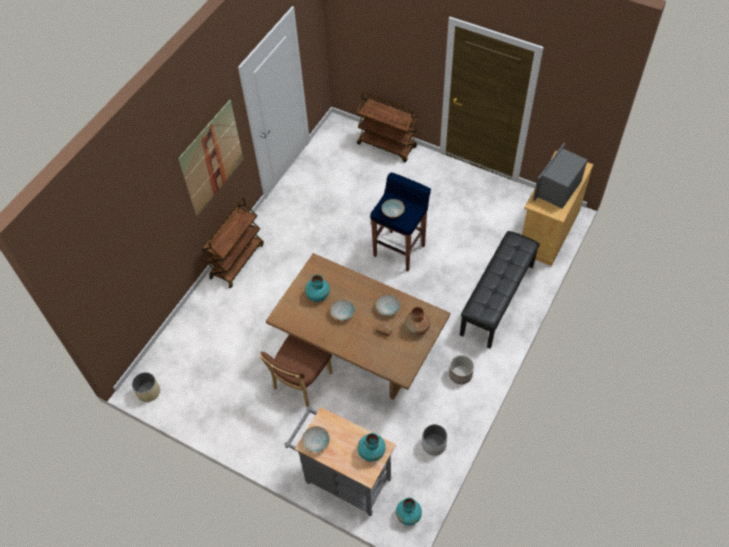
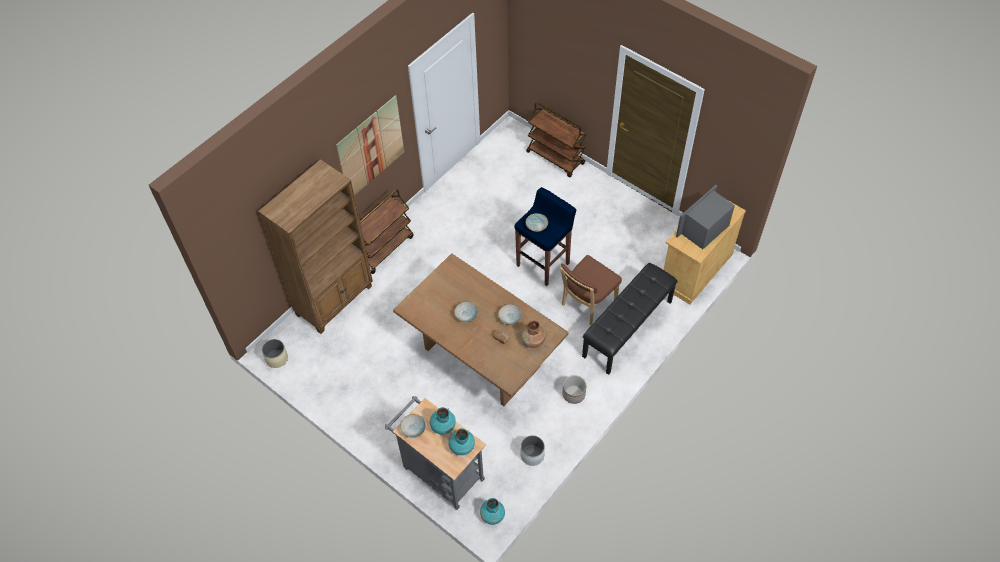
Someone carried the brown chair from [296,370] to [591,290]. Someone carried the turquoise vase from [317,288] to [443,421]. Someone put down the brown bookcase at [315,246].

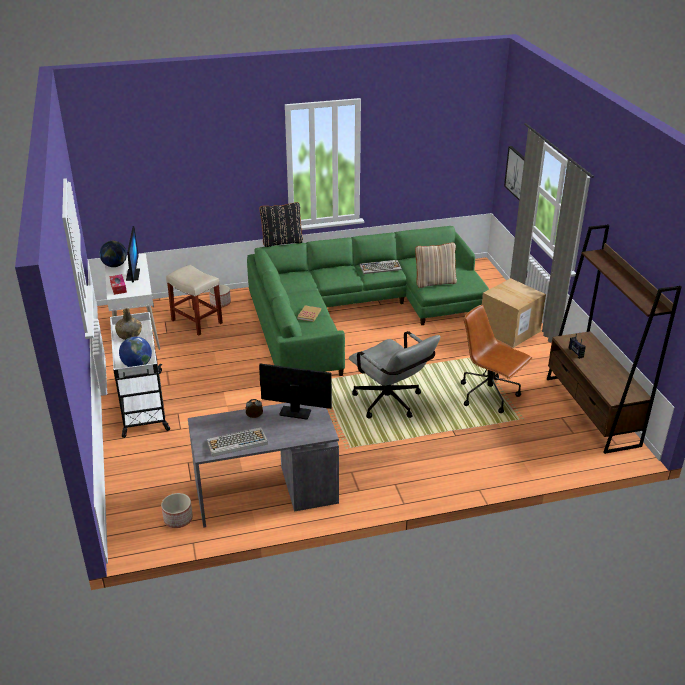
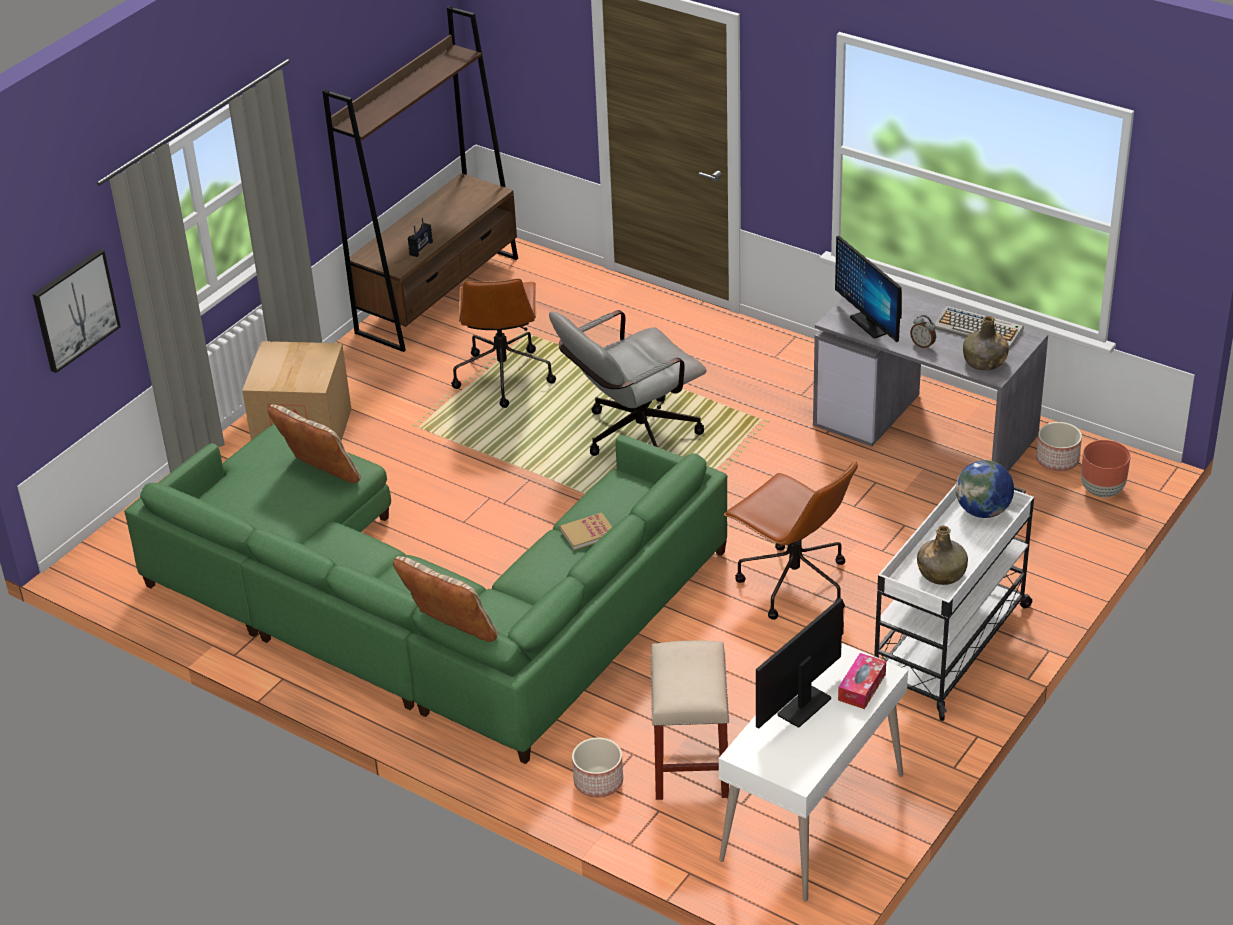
Someone took away the globe at [113,254]. Someone repainted the black pillow at [281,224], which became the beige pillow at [445,599]. Someone rotated the grey office chair at [394,375] by 135 degrees counterclockwise. Someone took away the keyboard at [380,267]. Someone put down the brown office chair at [791,540]. Someone put down the green bottle at [986,343]. Someone put down the brown planter at [1106,468].

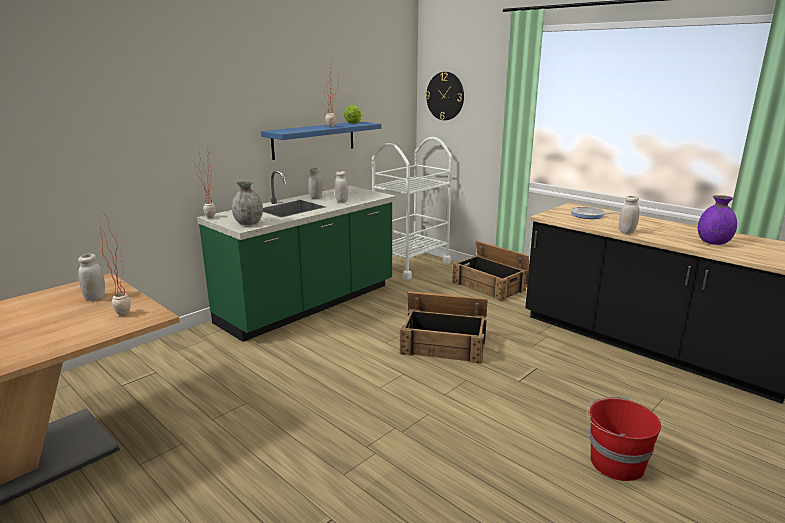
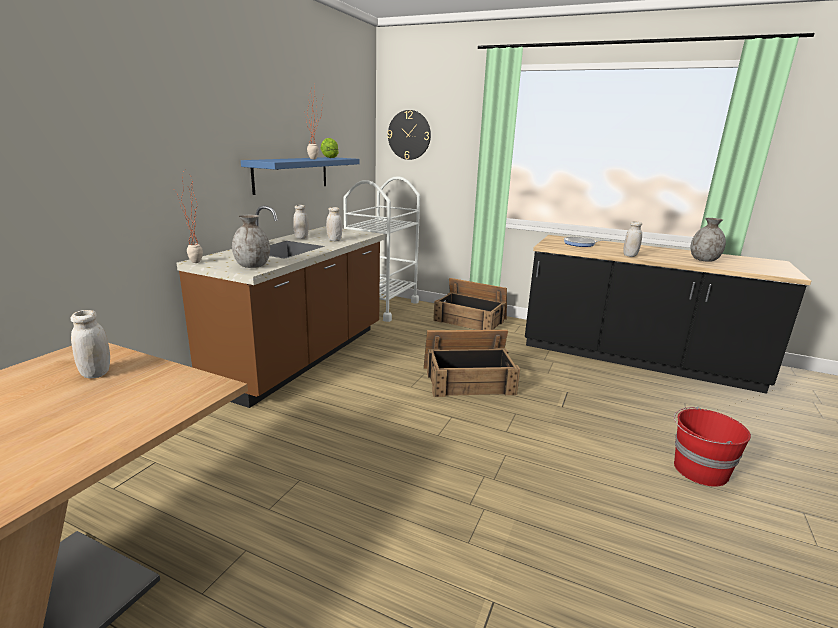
Someone took away the potted plant at [114,265]. Someone repainted the green counter at [296,256], which became the brown counter at [281,307]. Someone repainted the purple vase at [717,220], which became the grey vase at [708,240].

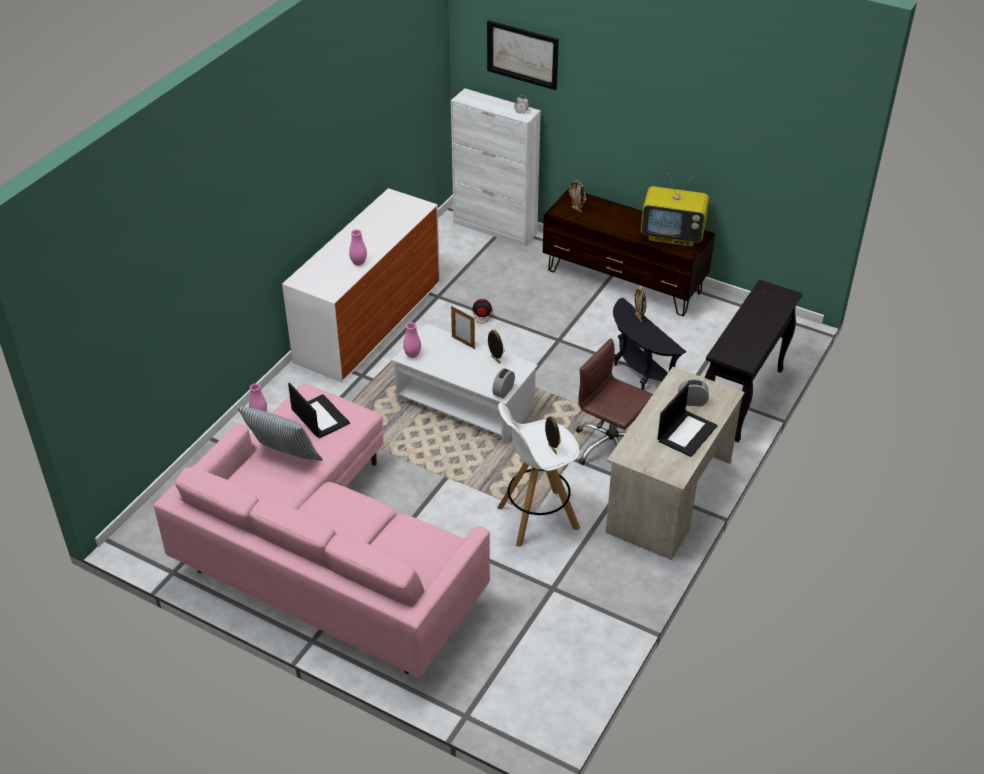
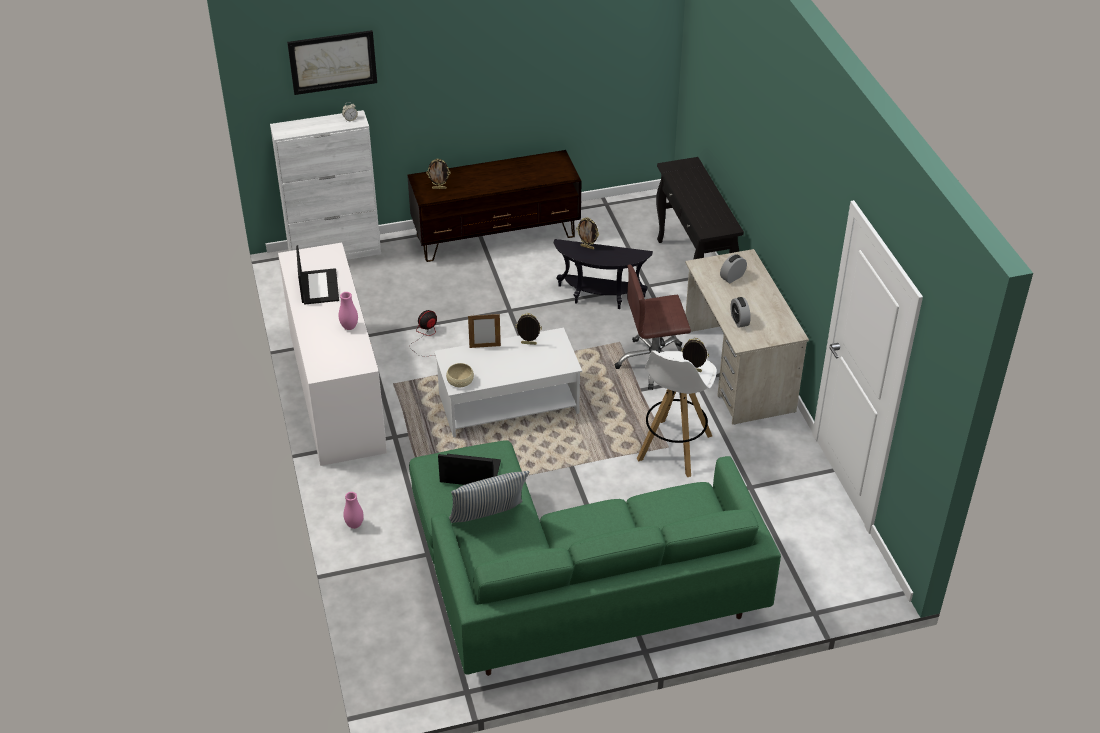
Someone repainted the pink sofa at [322,530], which became the green sofa at [595,558]. Someone swapped the pink vase at [412,340] for the beige bowl at [460,375]. Someone carried the alarm clock from [503,383] to [740,312]. Someone took away the television at [675,209]. Someone carried the laptop from [687,420] to [317,275].

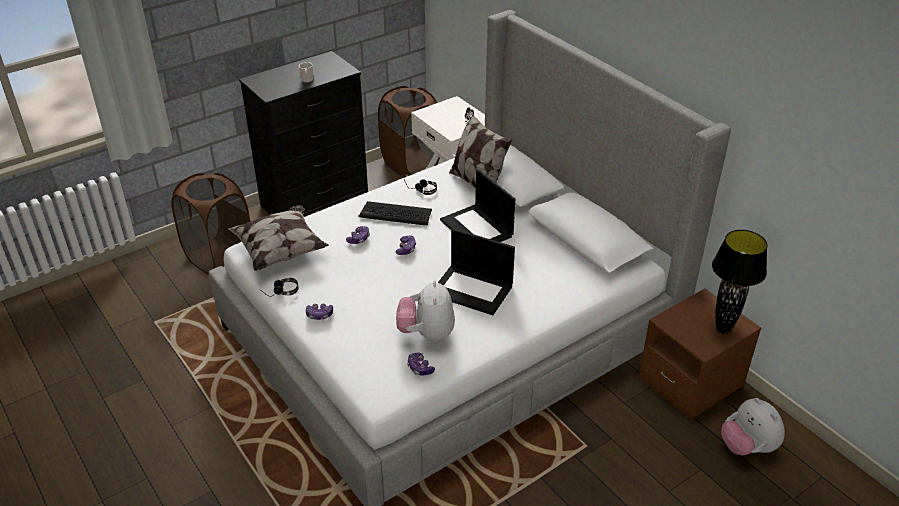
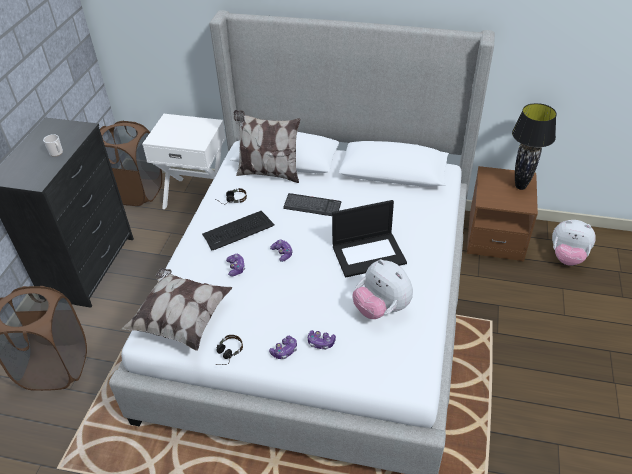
Someone carried the game controller from [421,364] to [322,340]. Someone swapped the laptop at [477,205] for the keyboard at [312,204].

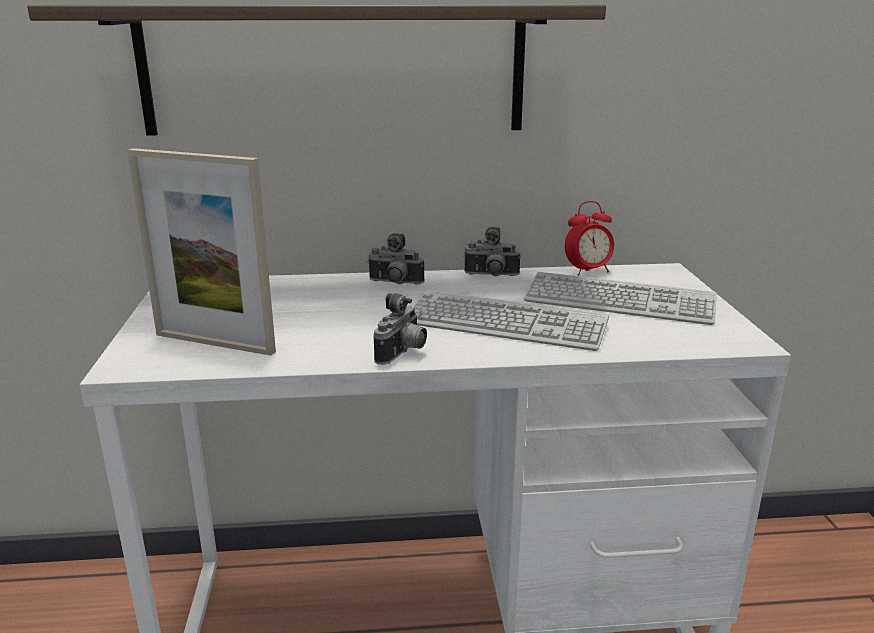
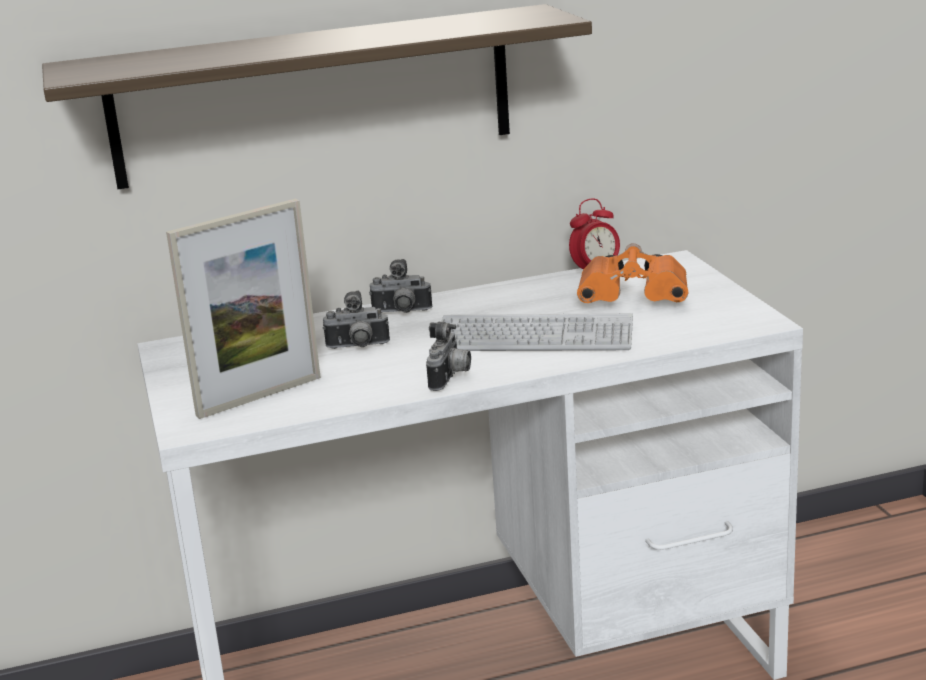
Someone rotated the picture frame at [201,252] by 45 degrees counterclockwise. Someone carried the photo camera from [492,251] to [356,320]. Someone swapped the keyboard at [620,298] for the orange binoculars at [633,273].

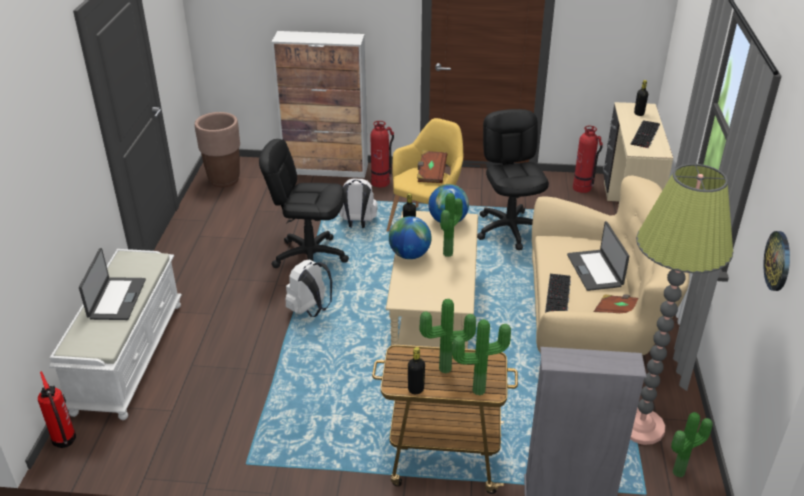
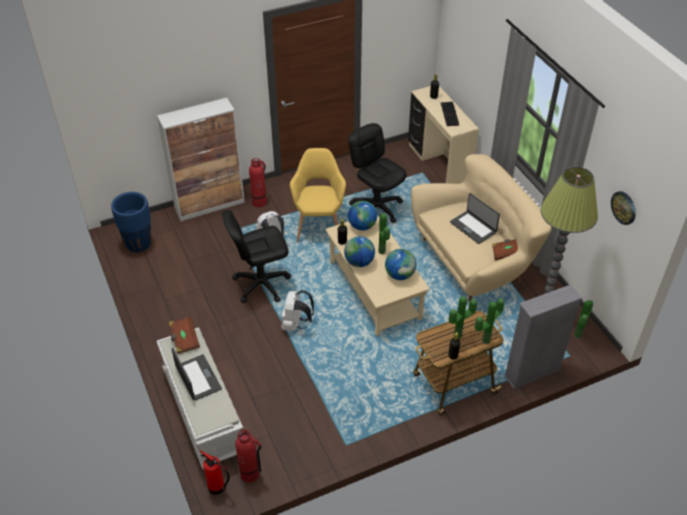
Someone repainted the brown planter at [217,149], which became the blue planter at [131,222]. Someone carried the brown book from [432,166] to [184,335]. Someone took away the keyboard at [558,293]. Someone carried the fire extinguisher from [588,159] to [248,456]. Someone put down the globe at [400,264].

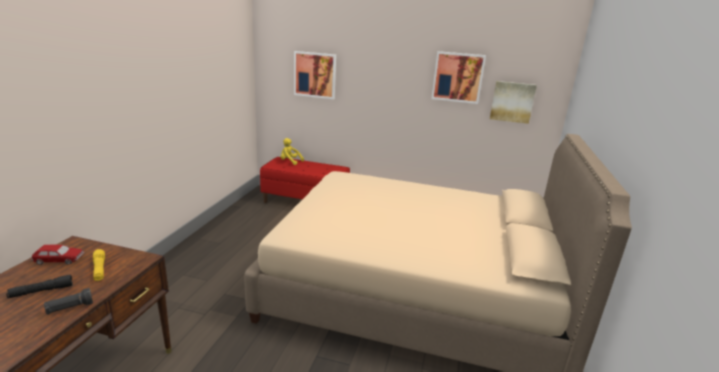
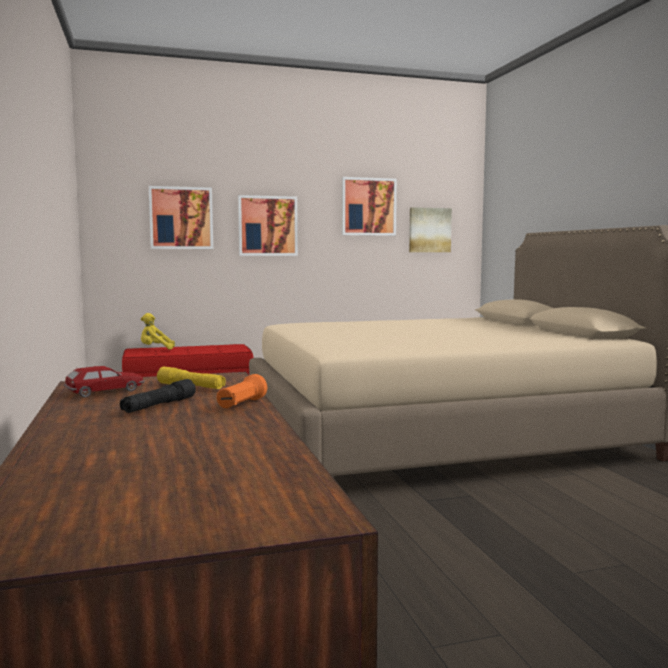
Someone repainted the black flashlight at [68,301], which became the orange flashlight at [241,391]. Someone put up the picture at [268,225].

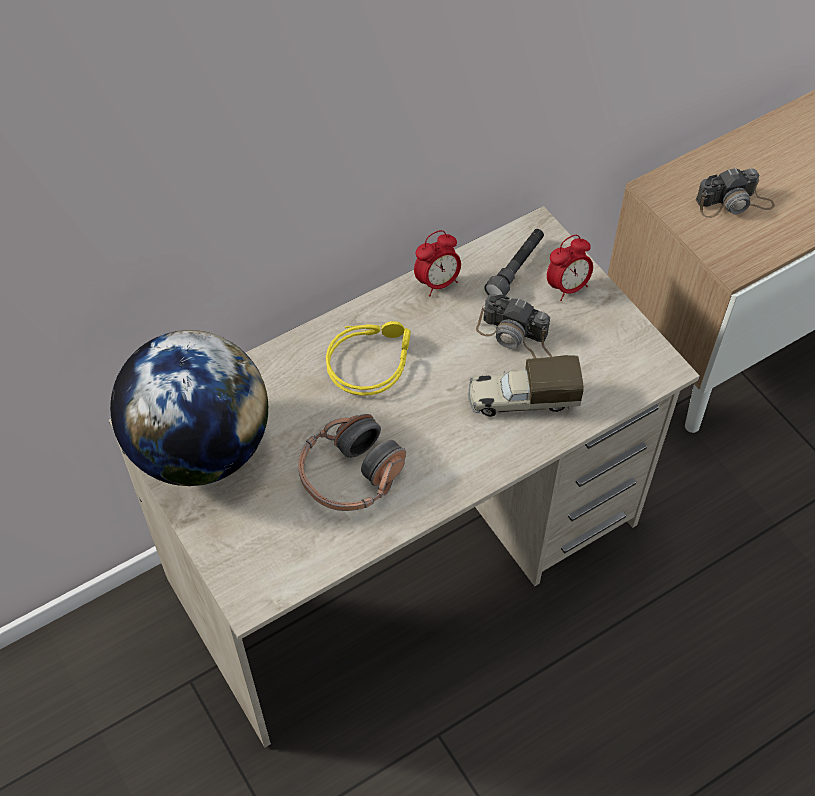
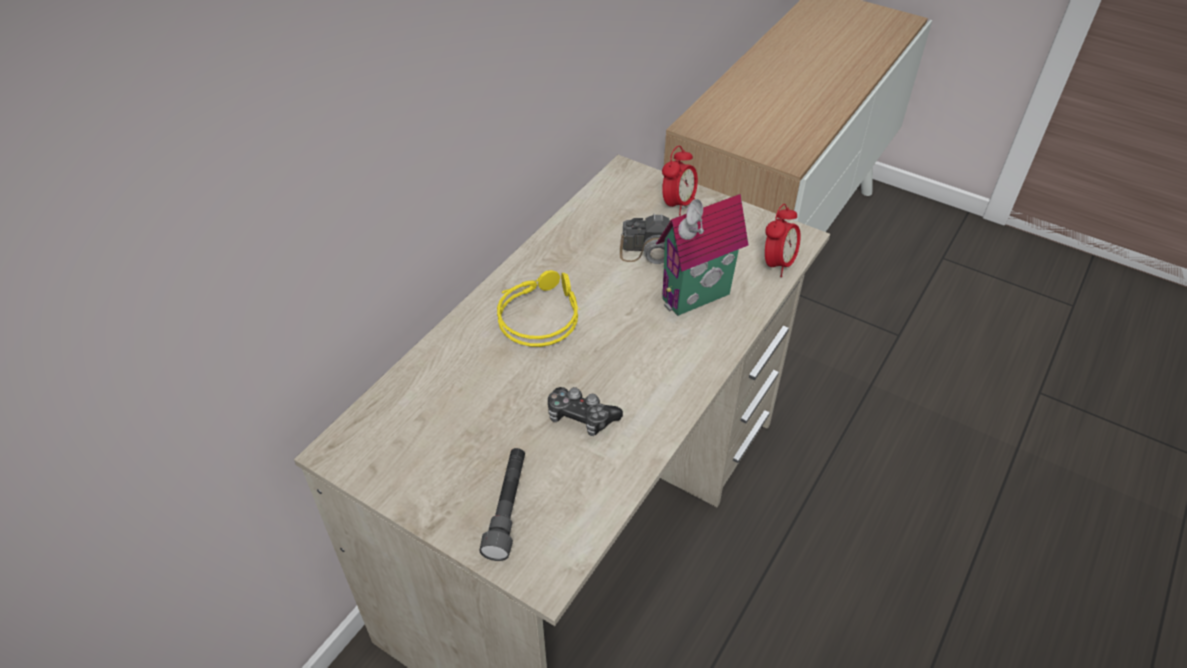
Someone took away the globe at [189,408]. Someone swapped the headphones at [352,462] for the game controller at [585,411]. Someone carried the alarm clock from [437,263] to [783,240]. Someone swapped the toy truck at [526,386] for the toy house at [702,255]. Someone carried the grey flashlight from [514,262] to [502,504]. Someone took away the photo camera at [735,193].

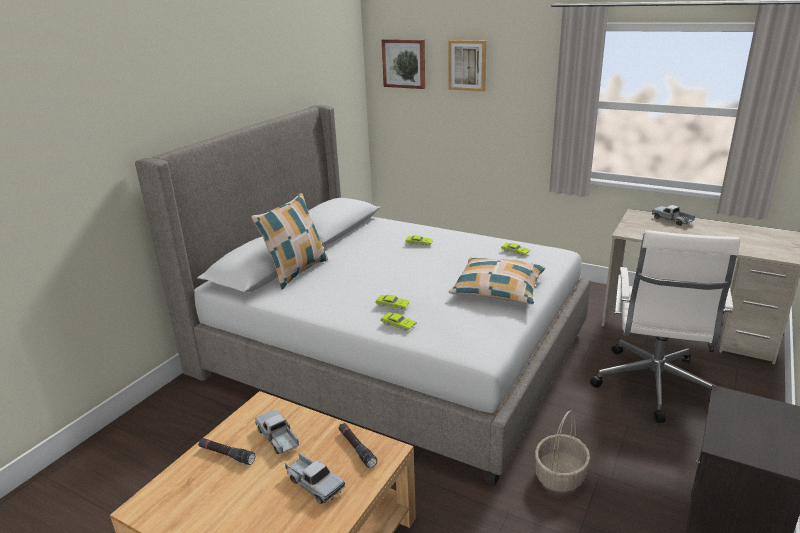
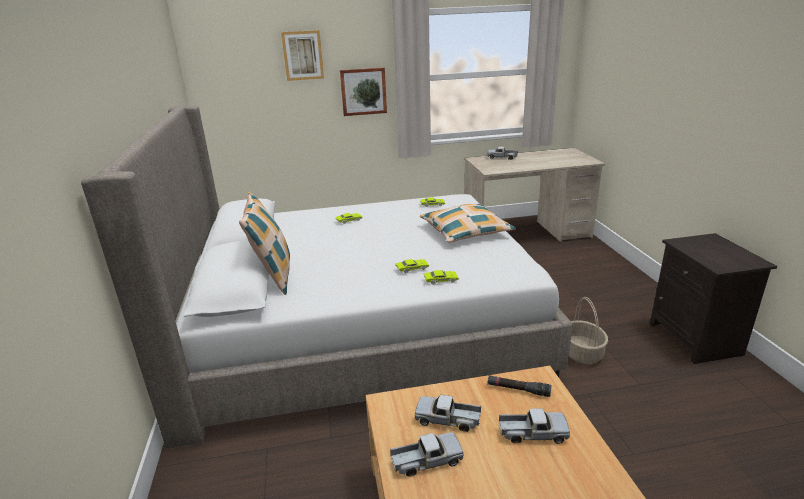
Someone swapped the black flashlight at [226,451] for the toy truck at [427,454]. Someone carried the picture from [403,64] to [363,91]. Someone took away the white office chair at [665,326].

